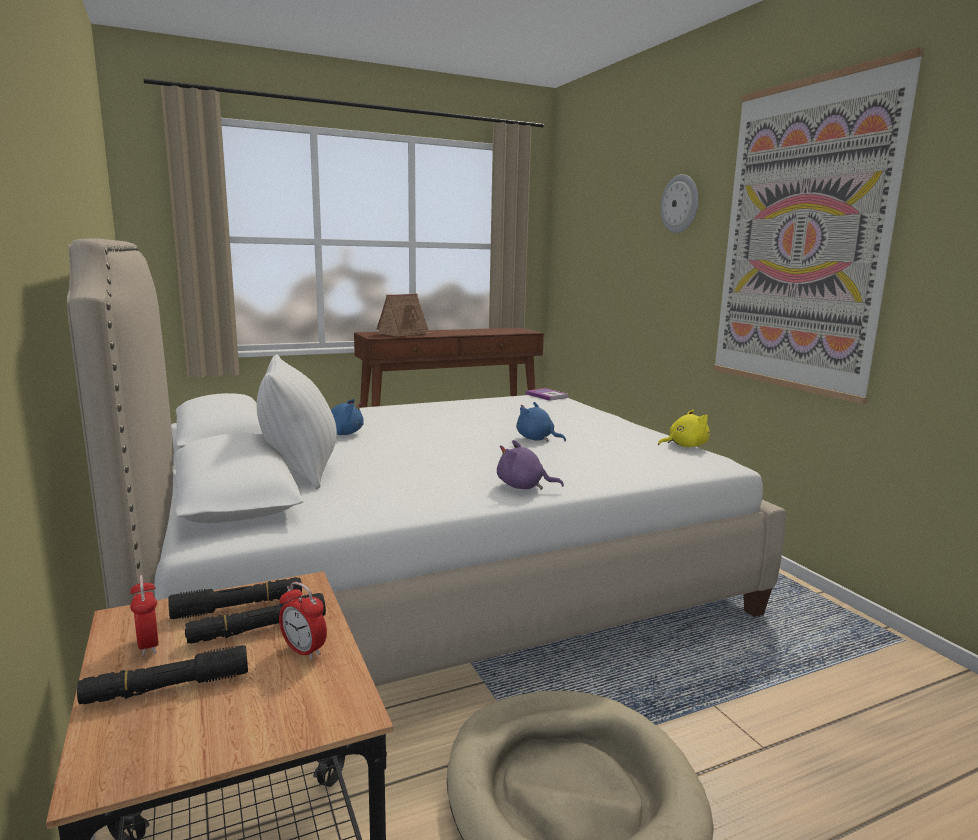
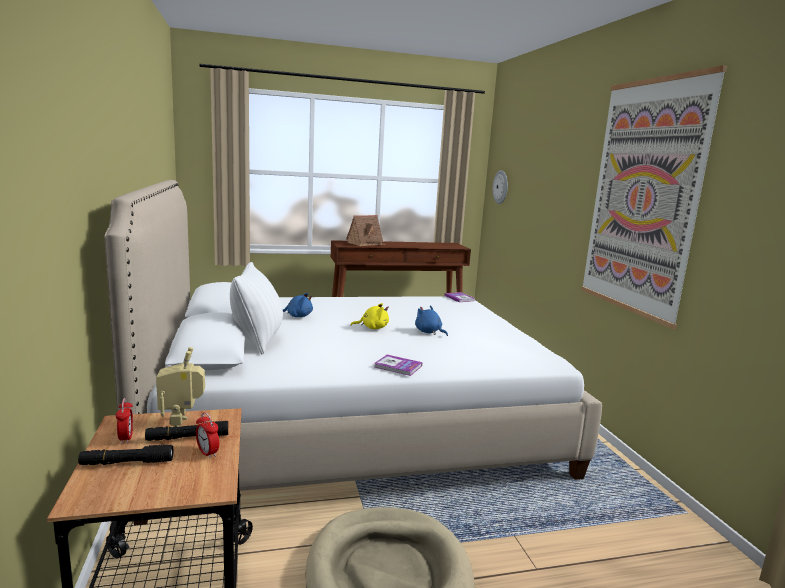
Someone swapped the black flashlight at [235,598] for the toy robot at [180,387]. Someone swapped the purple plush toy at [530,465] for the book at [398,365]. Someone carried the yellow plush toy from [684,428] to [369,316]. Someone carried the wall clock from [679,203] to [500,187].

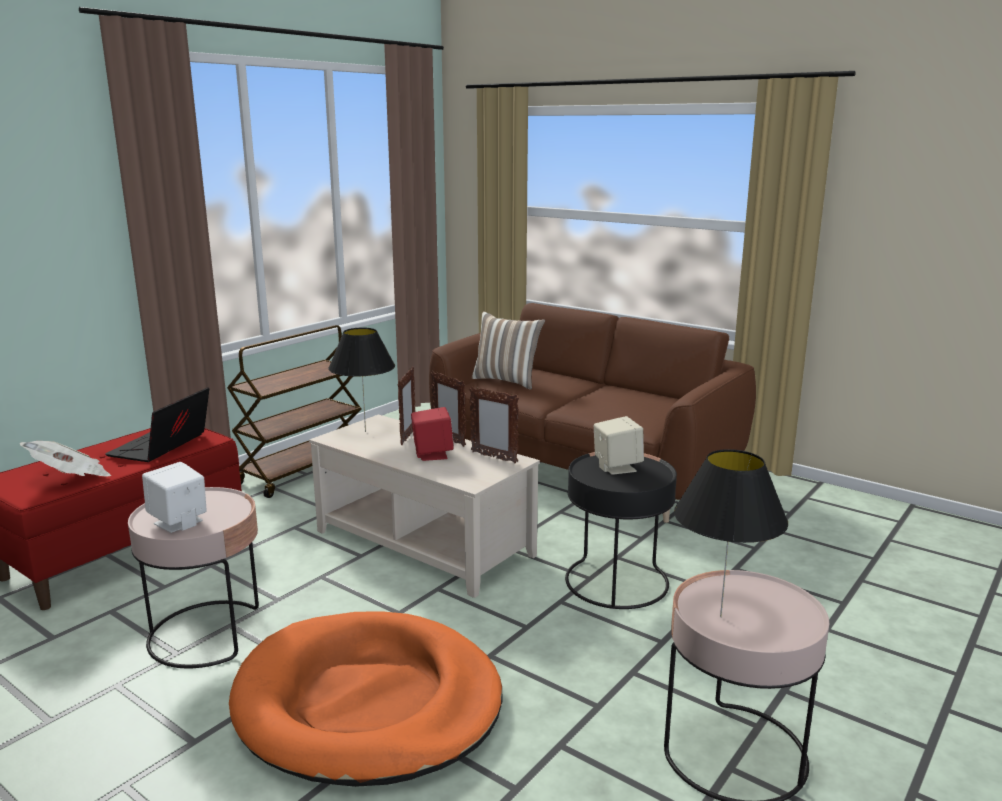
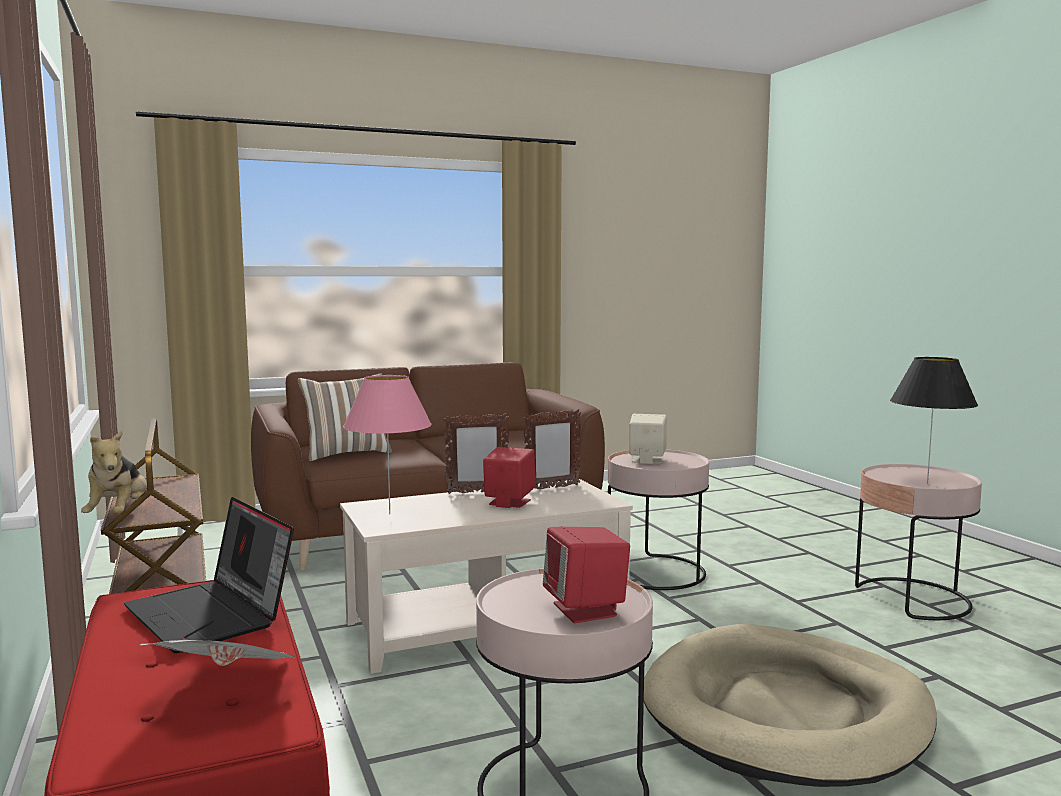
Someone repainted the white speaker at [174,497], which became the red speaker at [586,575]. Someone repainted the orange dog bed at [365,699], which became the beige dog bed at [790,705]. Someone repainted the black table lamp at [361,380], which became the pink table lamp at [387,444]. Someone took away the picture frame at [406,405]. Someone repainted the black side table at [621,530], which became the pink side table at [658,519]. Someone put down the plush toy at [114,472].

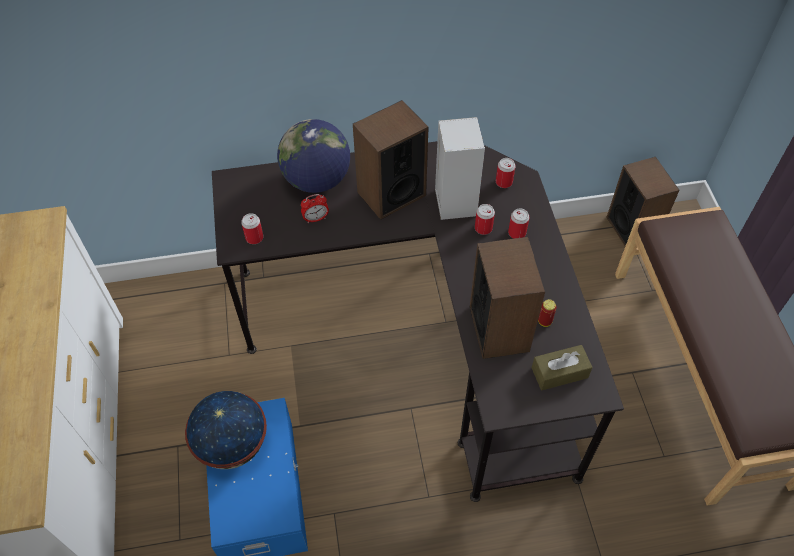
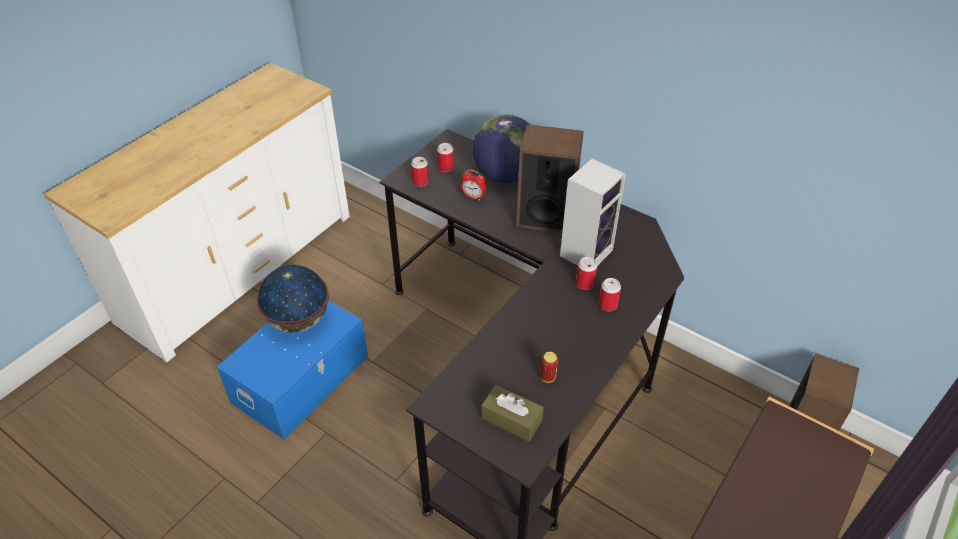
Someone took away the speaker at [507,298]. Someone carried the can from [505,173] to [445,157].

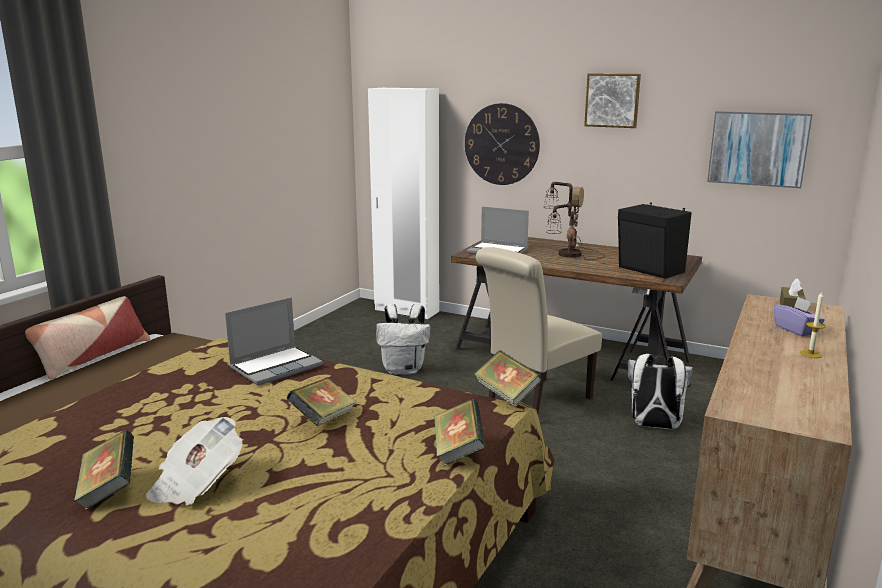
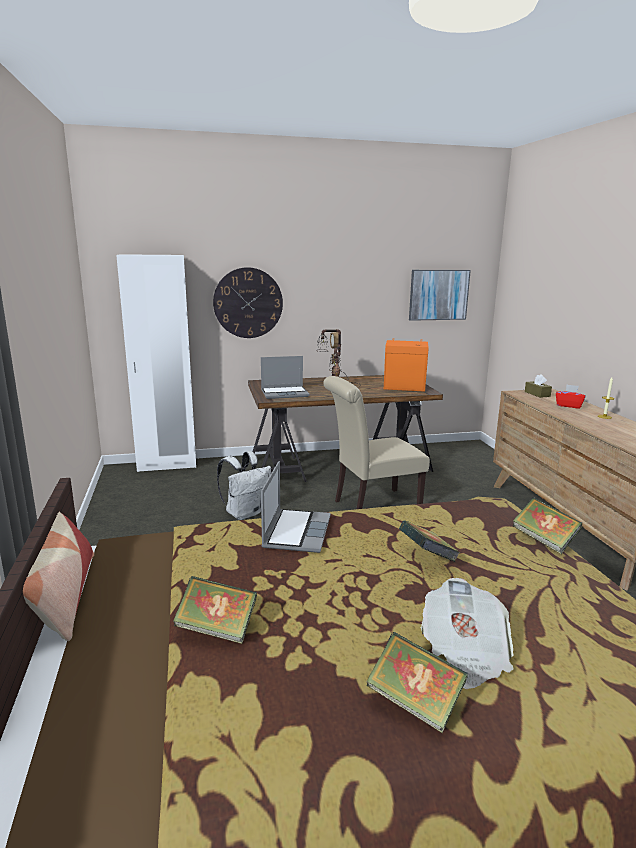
Someone carried the book from [508,378] to [215,610]. Someone rotated the beige chair at [539,330] by 60 degrees clockwise. Someone took away the picture at [612,101]. Someone repainted the black speaker at [655,240], which became the orange speaker at [406,365]. Someone took away the white backpack at [660,391]. Someone repainted the purple tissue box at [799,317], which became the red tissue box at [571,396].

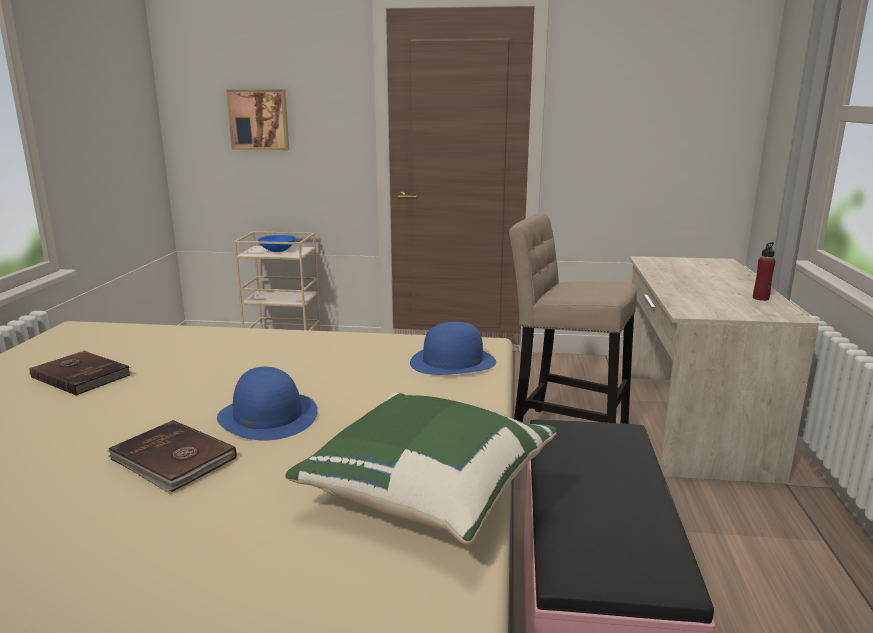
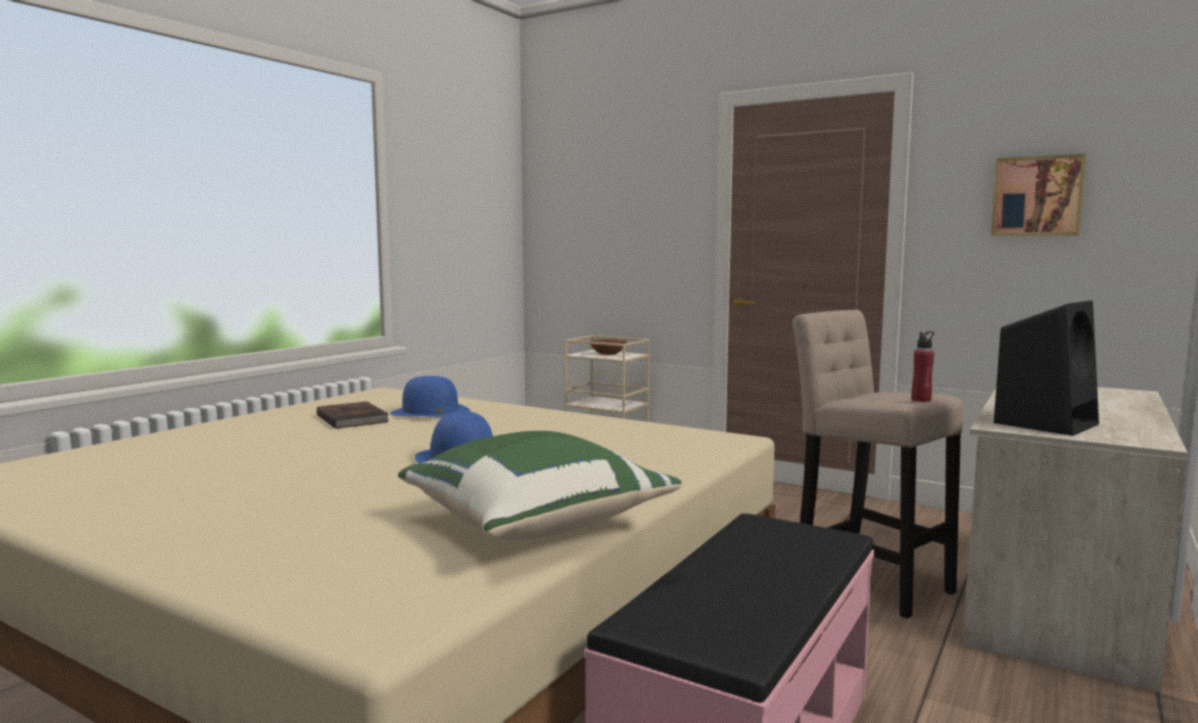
Someone took away the brown book at [172,456]. Someone carried the picture from [257,120] to [1038,195]. Someone repainted the blue bowl at [276,243], which became the brown bowl at [608,347]. Someone carried the blue hat from [453,348] to [430,396]. Someone carried the red bottle from [764,271] to [922,366]. Someone put down the black speaker at [1046,368].

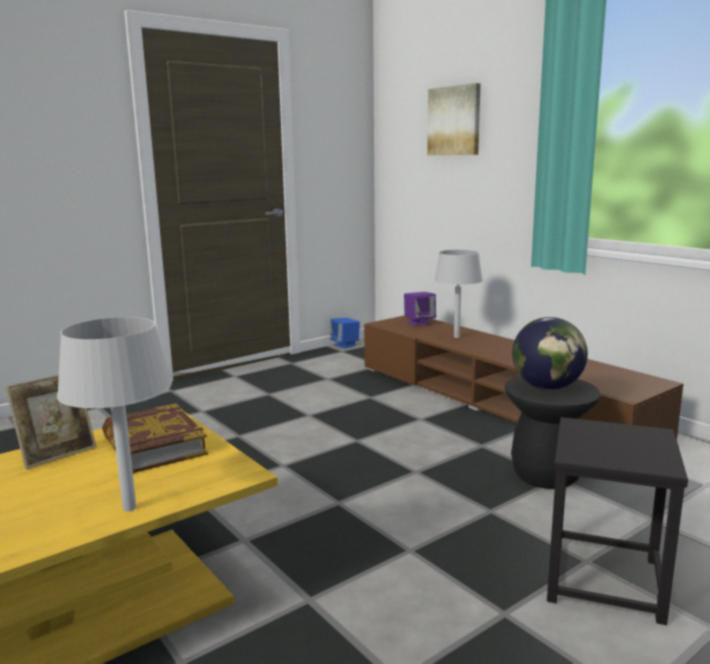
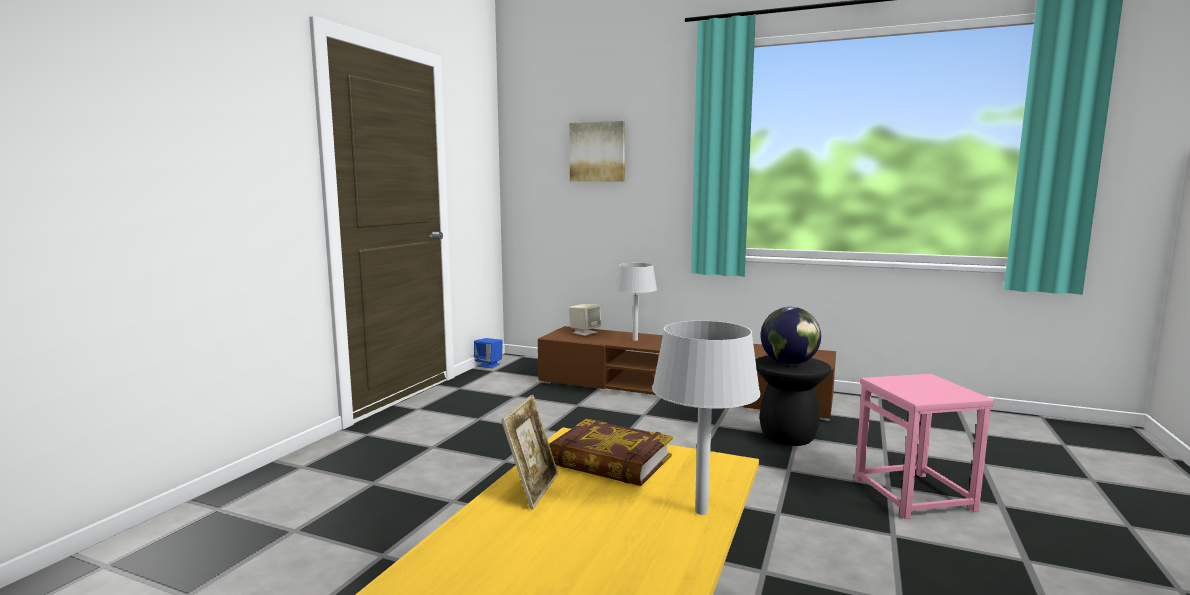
Someone repainted the purple speaker at [420,309], which became the beige speaker at [585,320]. Someone repainted the black stool at [617,521], which became the pink stool at [924,446].

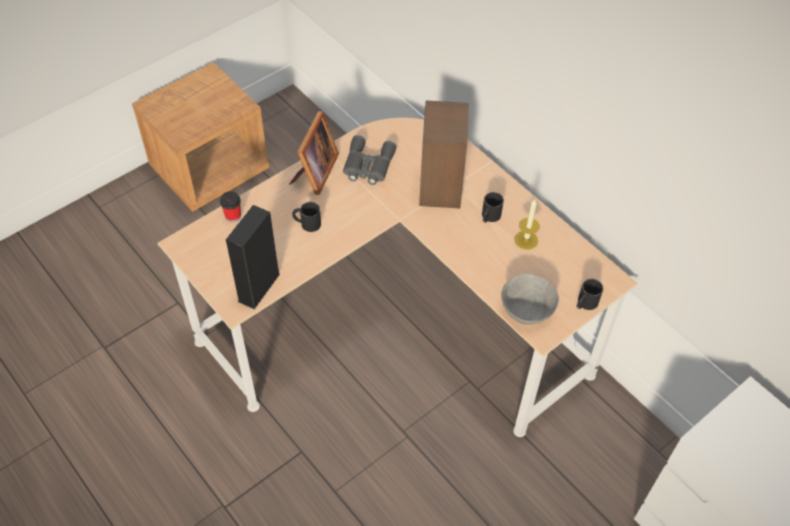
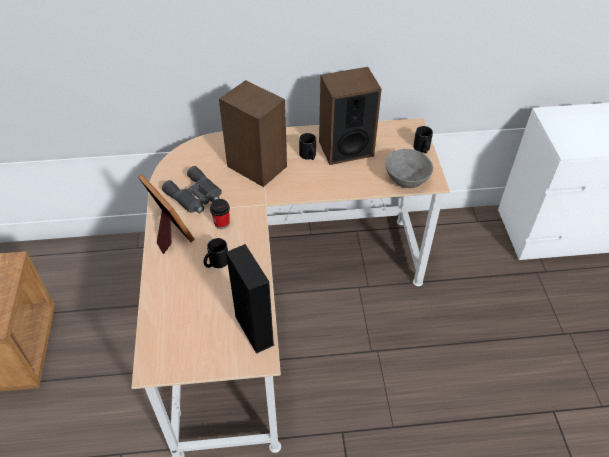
Someone carried the cup from [230,206] to [220,214]. Someone swapped the candle at [527,224] for the speaker at [350,116].

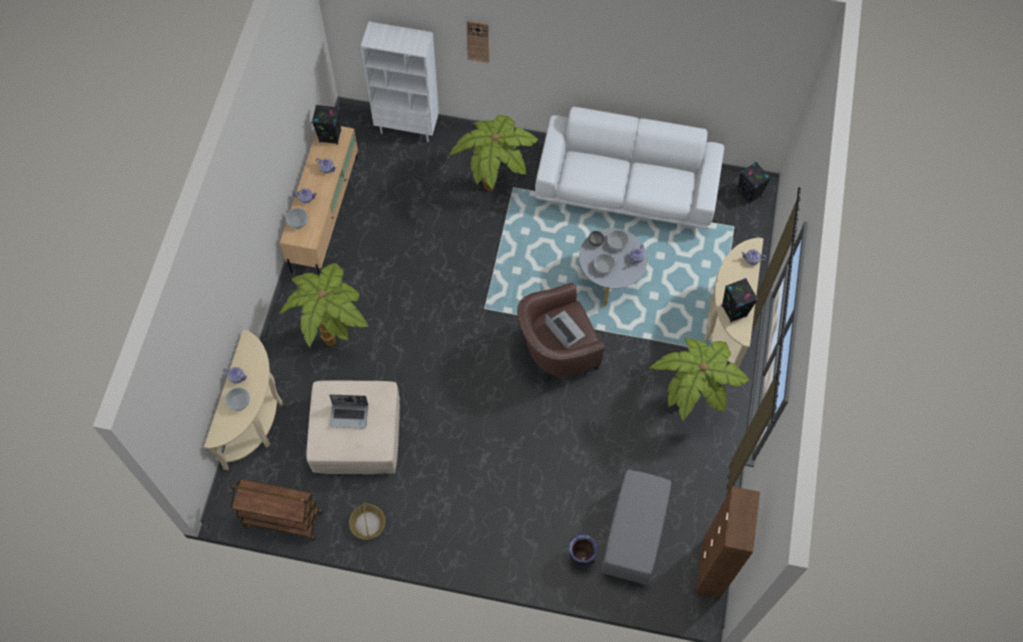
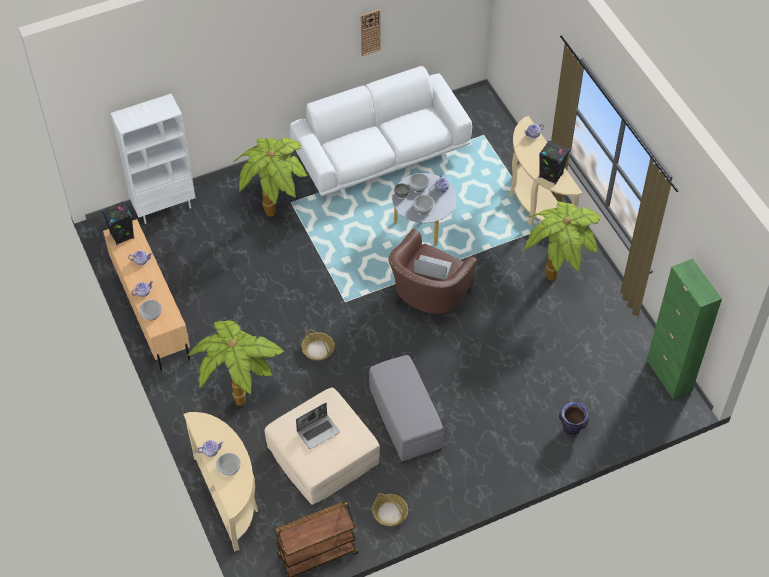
Someone carried the wall clock from [477,41] to [371,32]. Someone carried the grey ottoman from [636,527] to [406,409]. Someone repainted the brown cabinet at [727,542], which became the green cabinet at [684,329]. Someone took away the black speaker at [754,183]. Someone put down the basket at [318,345].

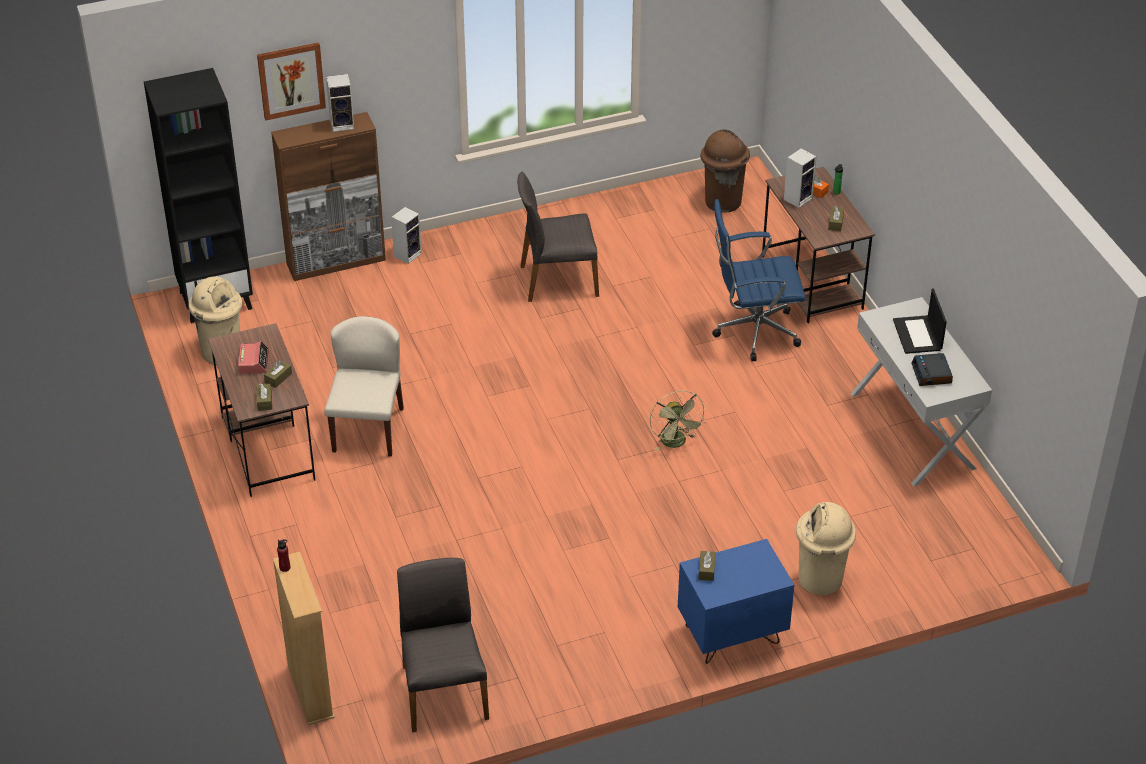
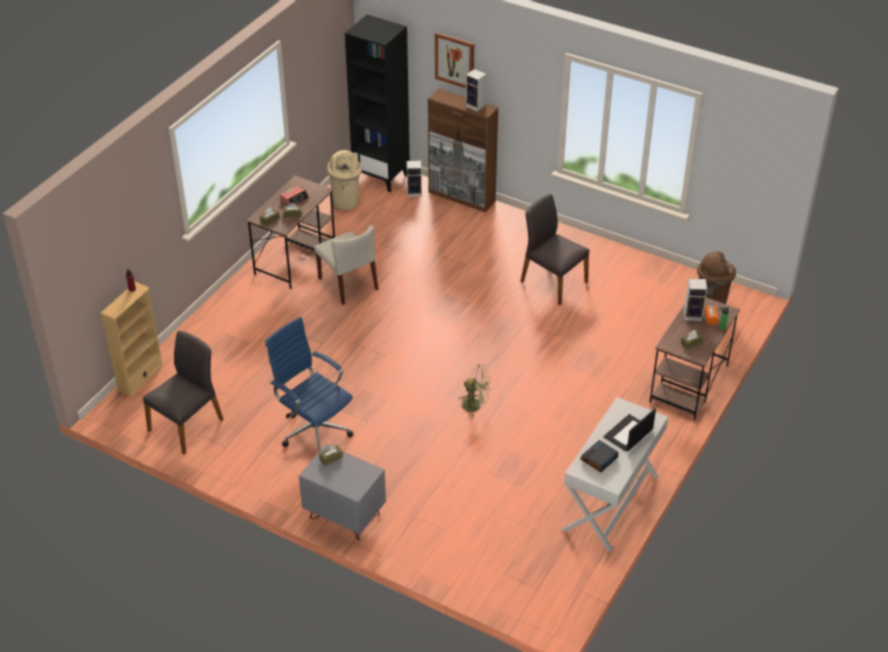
Someone rotated the beige chair at [364,386] by 90 degrees clockwise. Someone carried the speaker from [406,235] to [414,179]. Someone rotated the green fan at [678,421] by 105 degrees counterclockwise. Someone repainted the blue nightstand at [736,601], which became the grey nightstand at [342,492]. Someone carried the blue office chair from [759,280] to [309,384]. Someone took away the beige trash can at [826,548].

